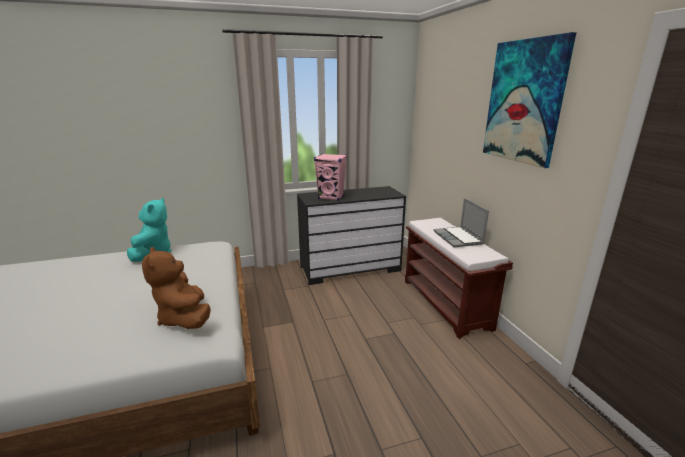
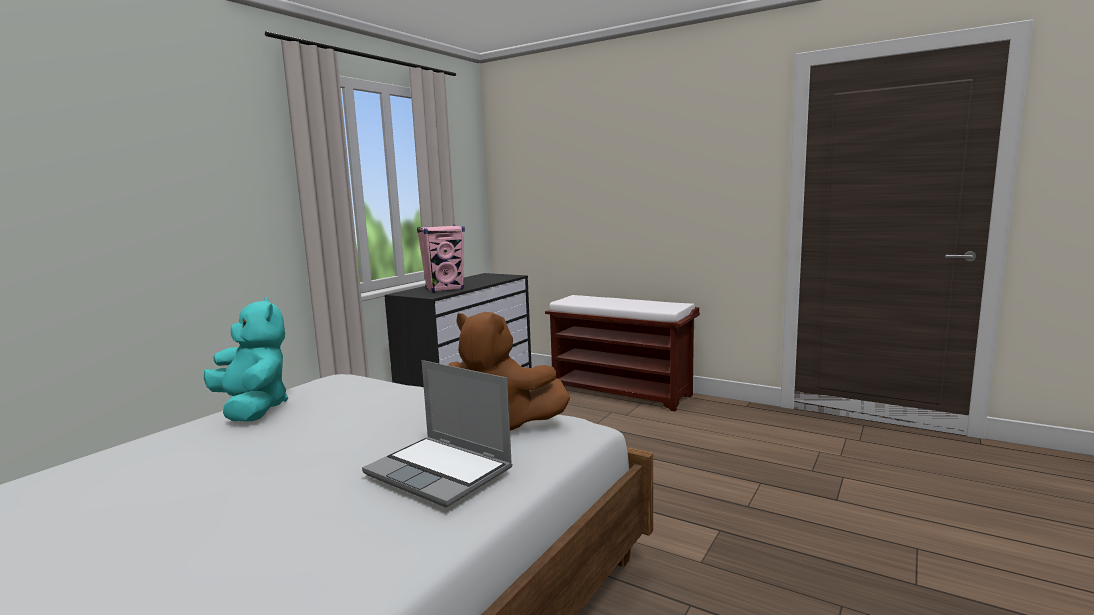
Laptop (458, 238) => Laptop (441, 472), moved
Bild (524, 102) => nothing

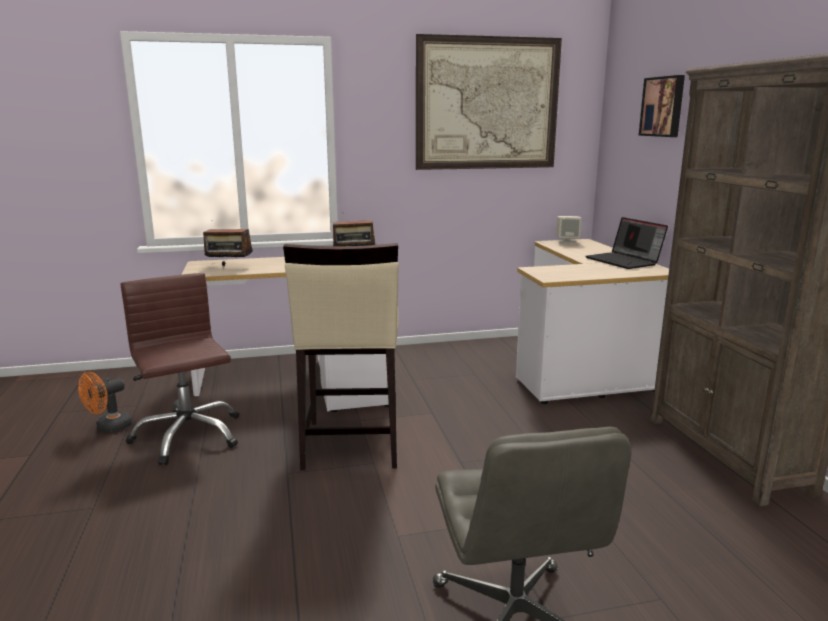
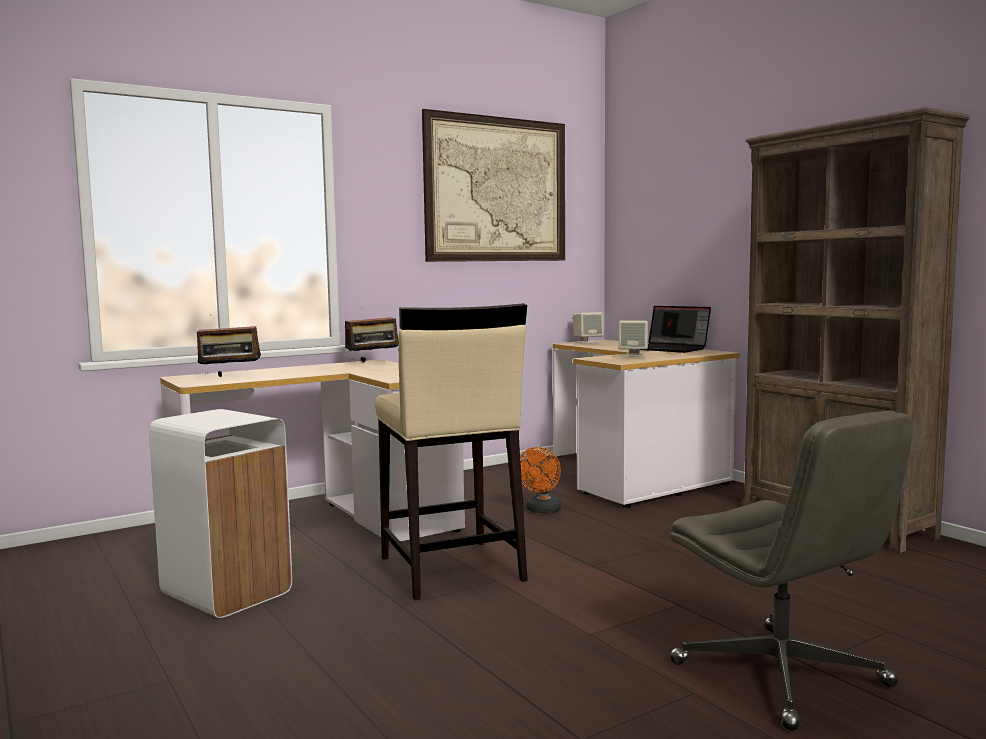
Ventilator/orange (109, 428) => Ventilator/orange (542, 510), moved
Bürostuhl/braun (187, 436) => Mülleimer/weiß (227, 593)
Bild (663, 106) => nothing
nothing => Lautsprecher/beige (633, 355)

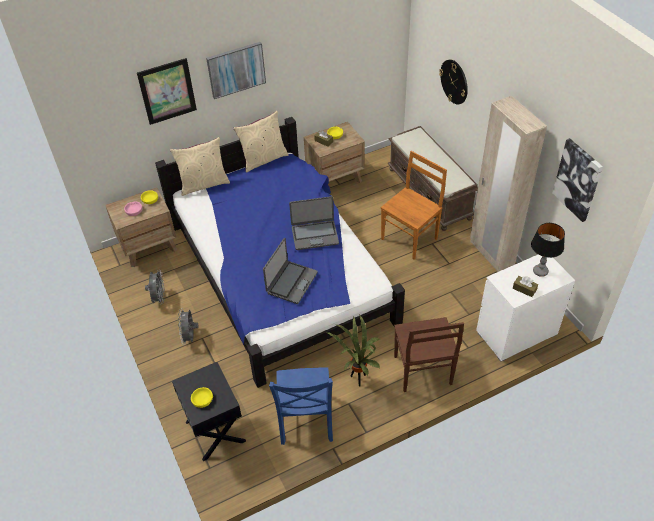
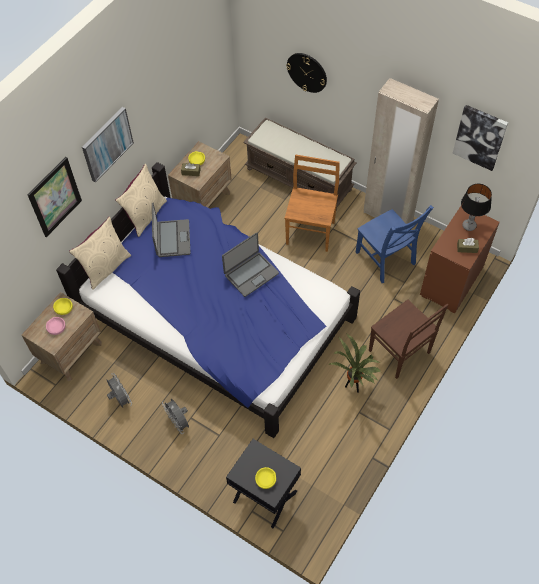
Laptop (291, 282) => Laptop (172, 239), moved
Stuhl/blau (305, 421) => Stuhl/blau (386, 260), moved
Kommode/weiß (516, 333) => Kommode/braun (451, 282)

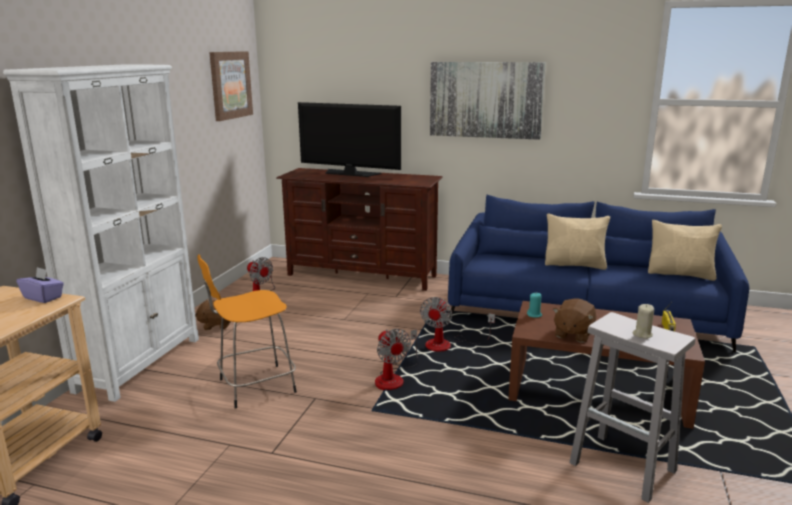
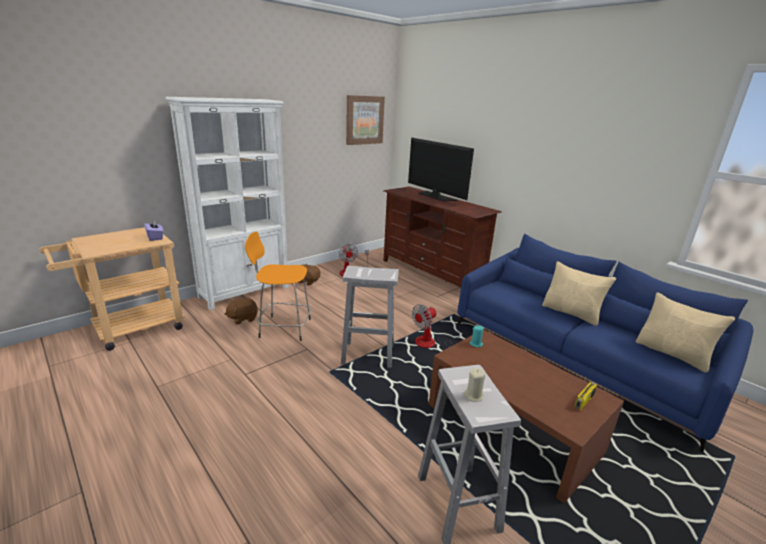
Ventilator (394, 378) => Hocker/weiß (369, 354)
Bild (485, 100) => nothing
Plüschtier/braun (573, 334) => Plüschtier/braun (243, 318), moved

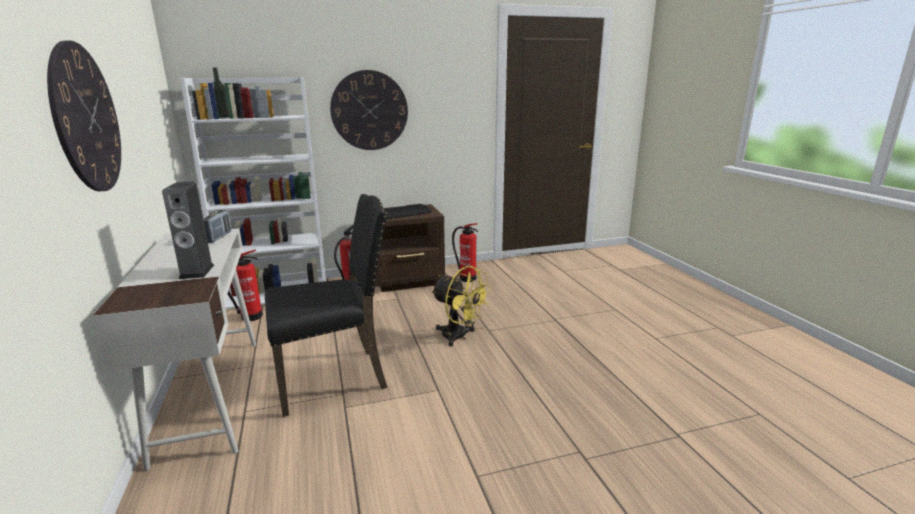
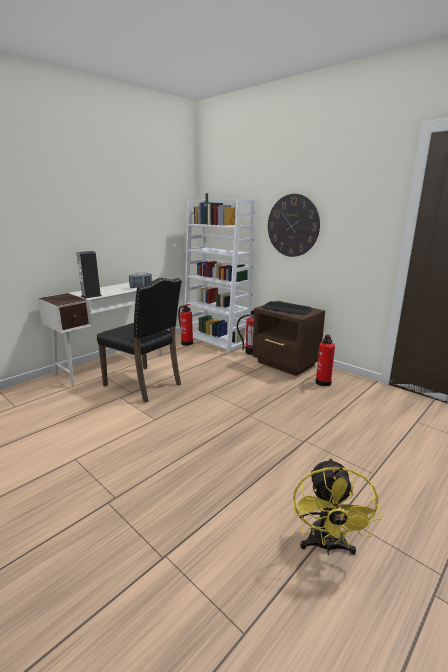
Wanduhr (86, 119) => nothing
Ventilator/gelb (459, 337) => Ventilator/gelb (327, 546), moved

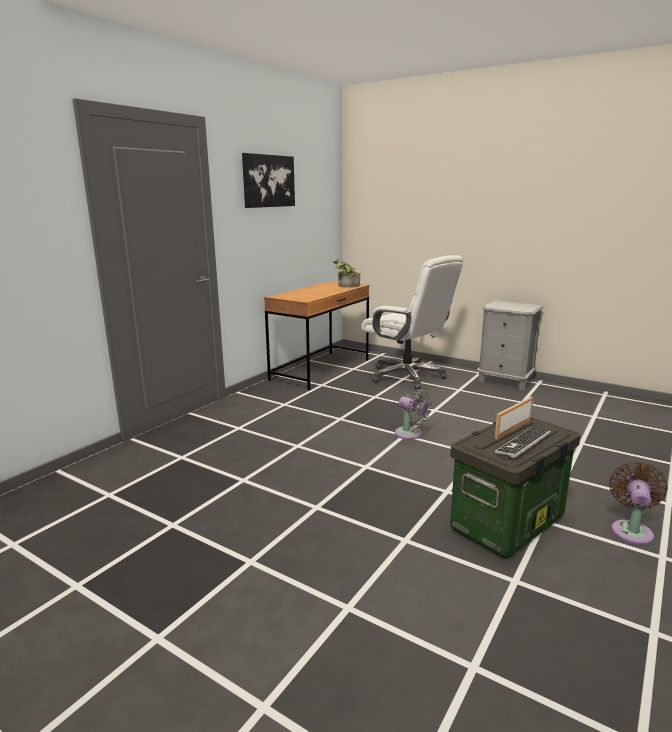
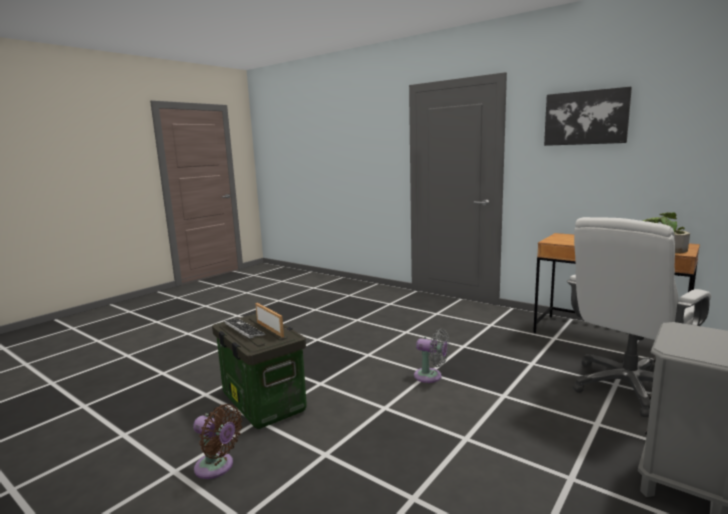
Ventilator/grau (411, 434) => Ventilator/grau (431, 376), 105 degrees counterclockwise

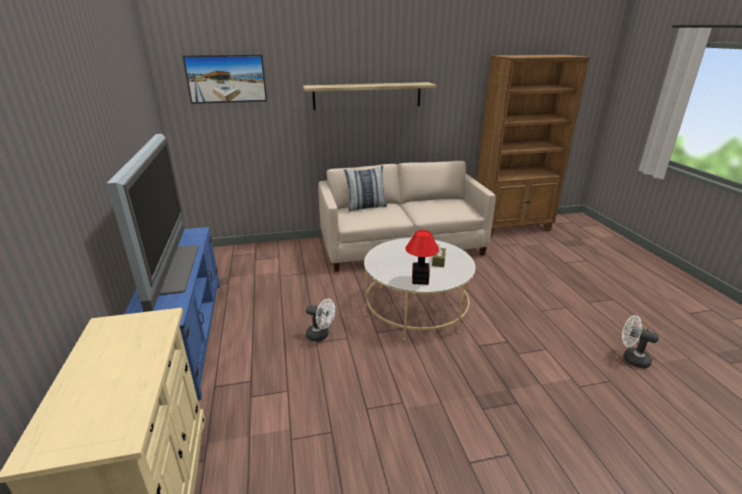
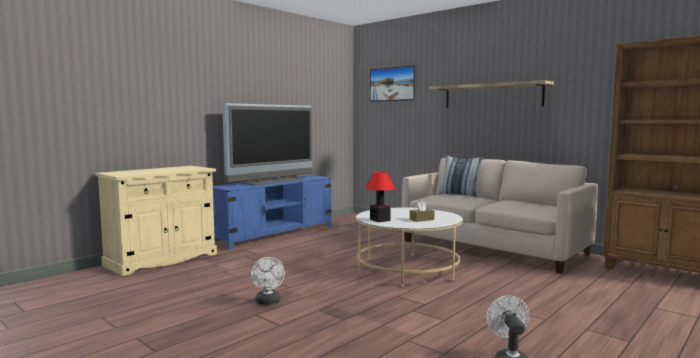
Ventilator/weiß (321, 335) => Ventilator/weiß (268, 302), moved

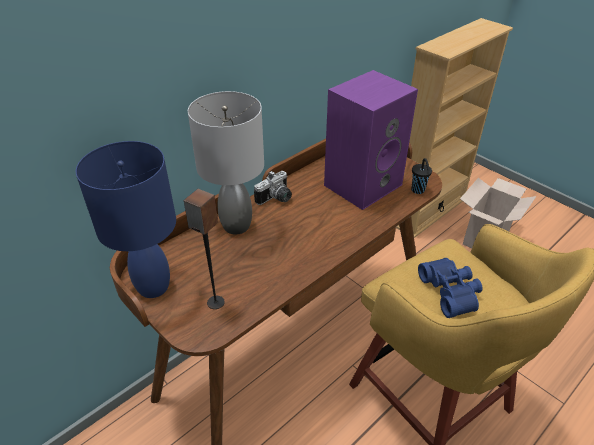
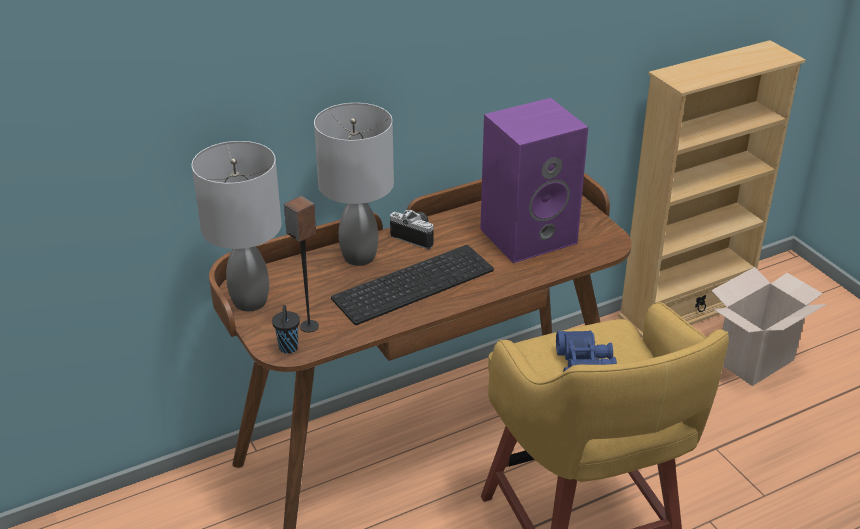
Tischlampe/blau (153, 286) => Tischlampe/grau (250, 300)
Kamera (276, 199) => Kamera (416, 236), 120 degrees counterclockwise
Tasse/schwarz (418, 190) => Tasse/schwarz (288, 348), moved
nothing => Tastatur (413, 282)

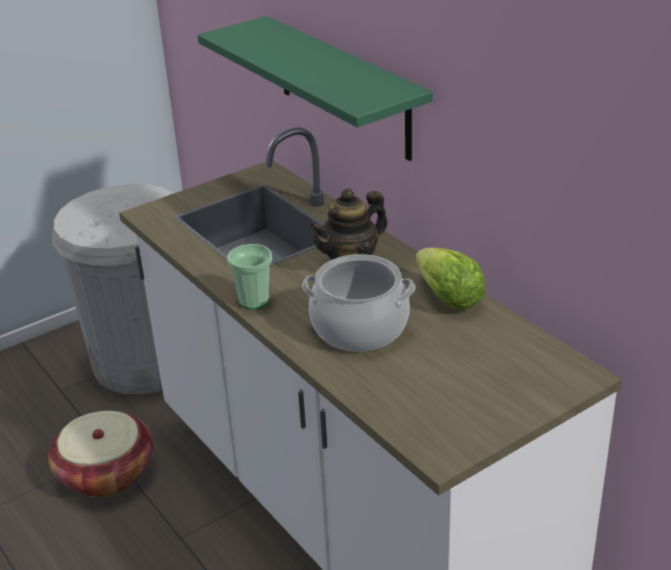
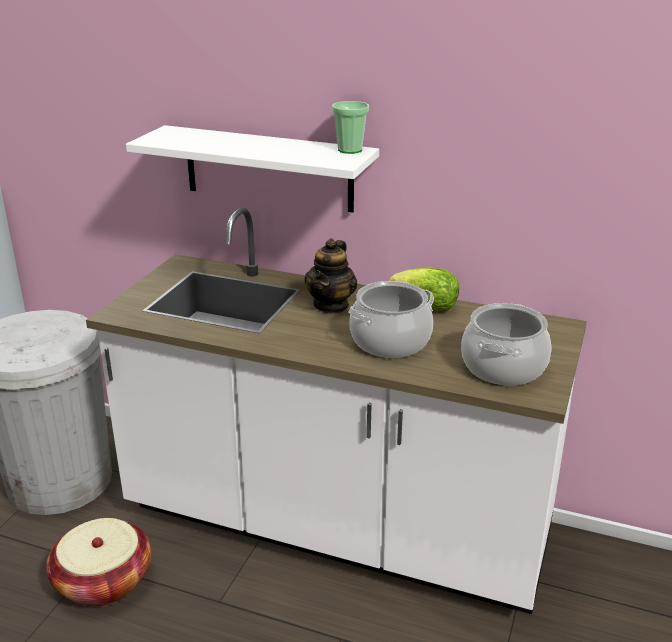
Wandregal/grün (343, 87) => Wandregal/weiß (268, 168)
Tasse (254, 301) => Tasse (350, 150), moved
nothing => Kochtopf (503, 367)

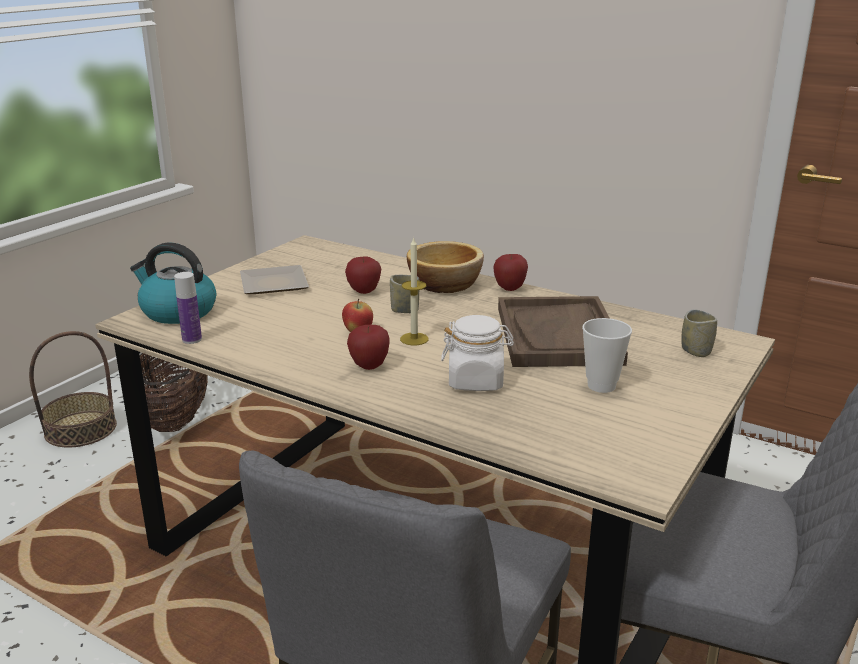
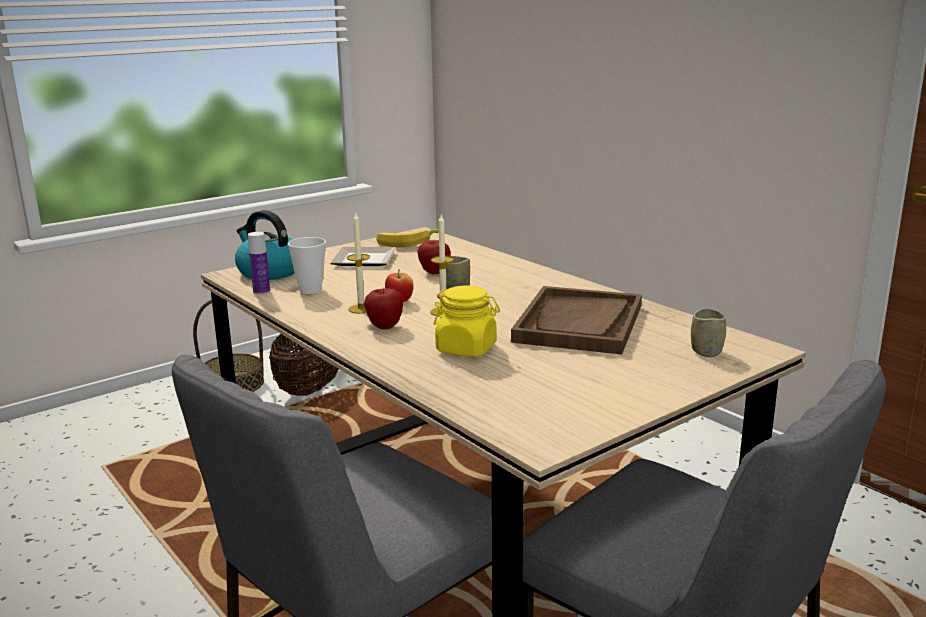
Schüssel (445, 284) => nothing
Vorratsglas/weiß (476, 381) => Vorratsglas/gelb (466, 349)
Apfel (509, 288) => nothing
Tasse (601, 386) => Tasse (310, 290), moved
nothing => Kerze (361, 309)
nothing => Banane (406, 243)

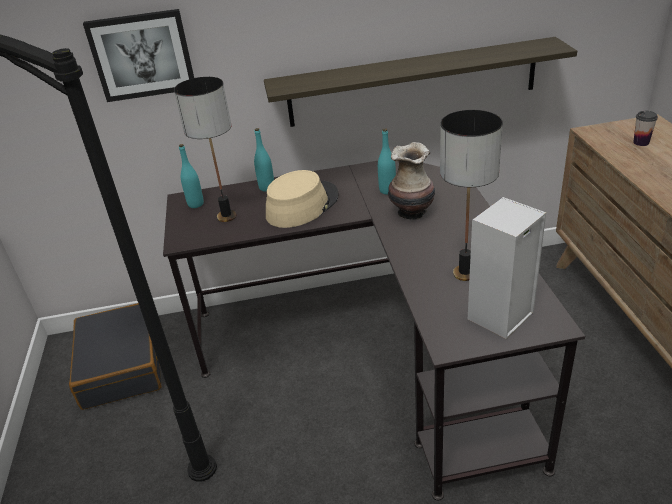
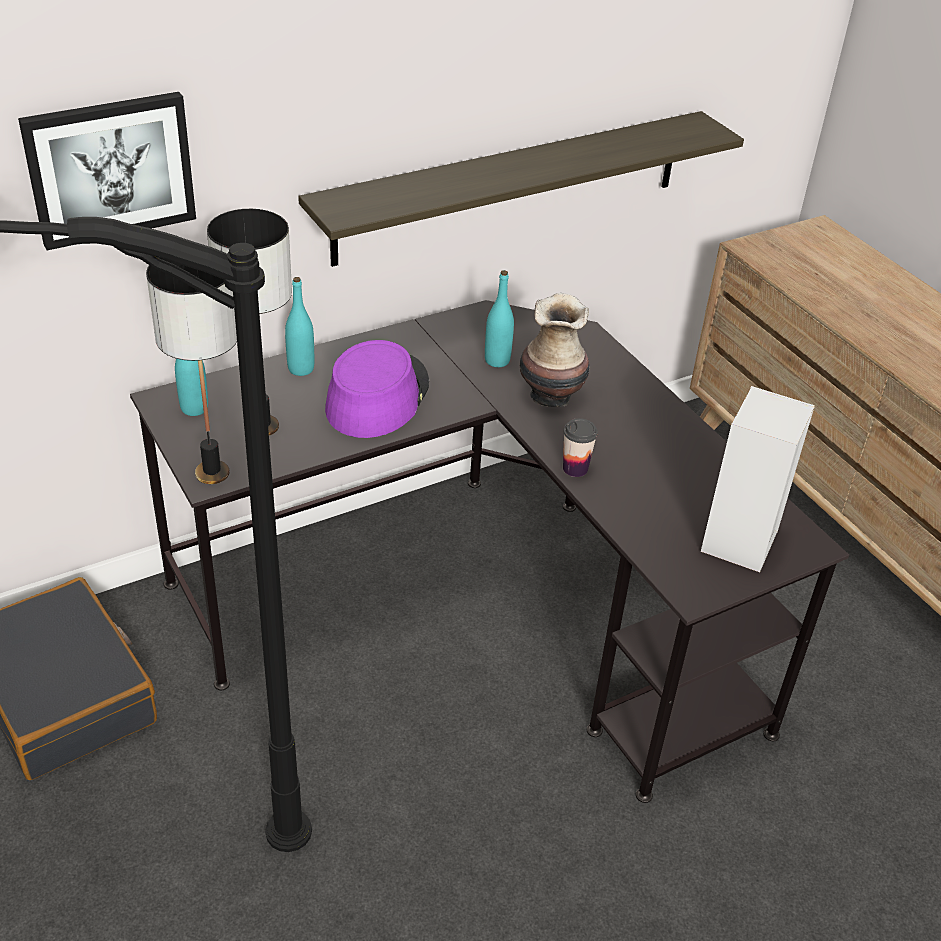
Hut/beige (302, 205) => Hut/lila (377, 396)
Tischlampe (465, 273) => Tischlampe (213, 473), moved
Tasse (641, 142) => Tasse (575, 468), moved

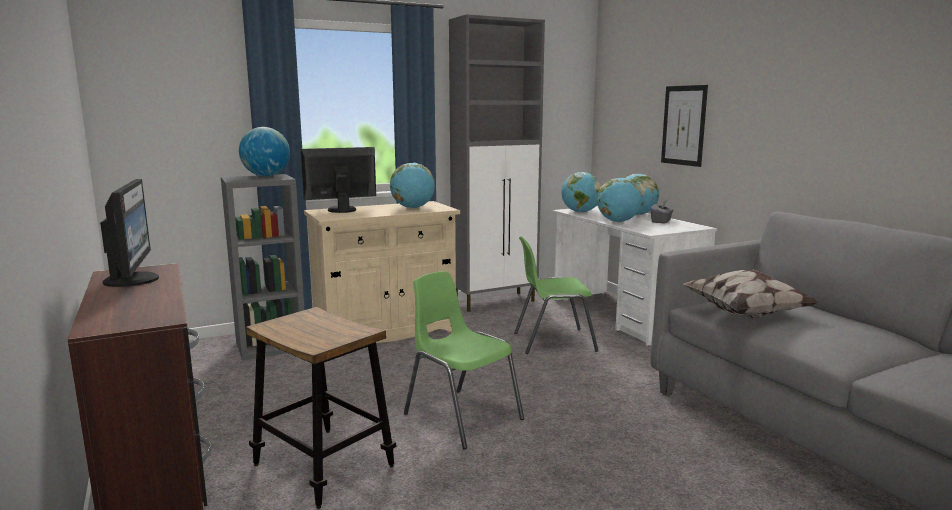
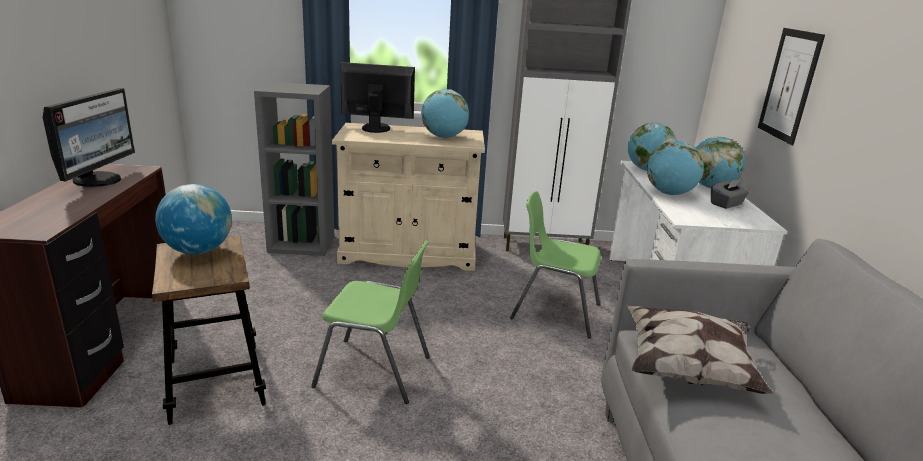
Globus (266, 176) => Globus (198, 250), moved
Stuhl/grün (461, 416) => Stuhl/grün (375, 372), 120 degrees clockwise

